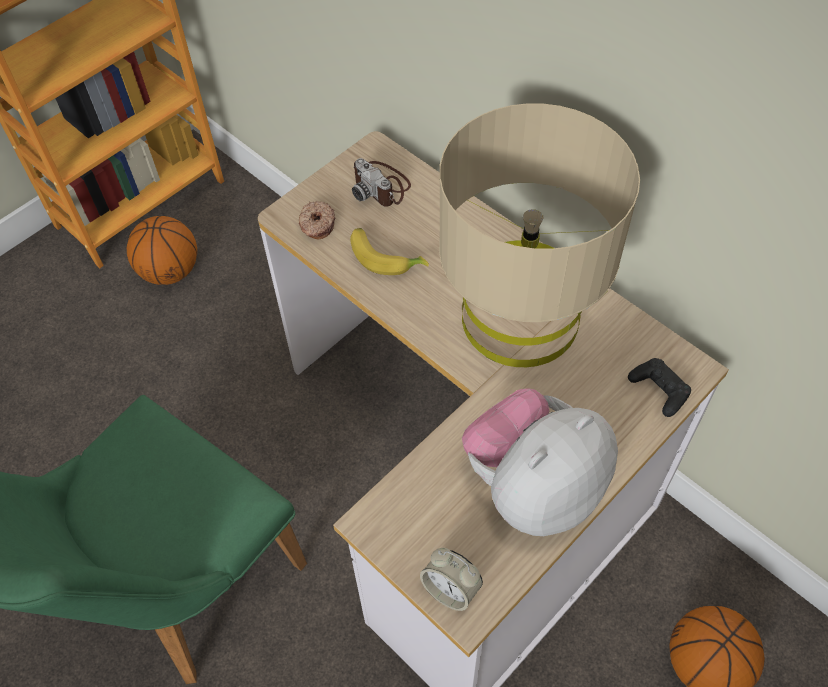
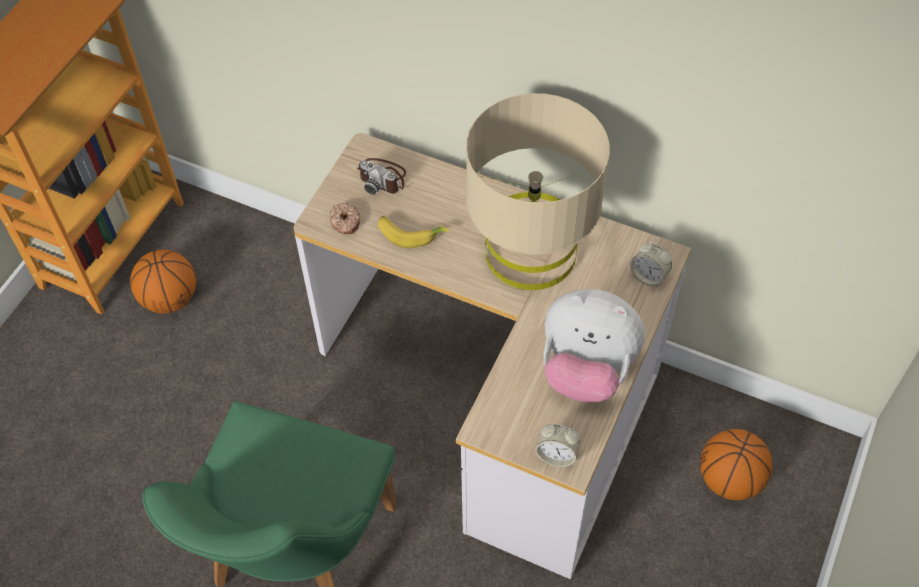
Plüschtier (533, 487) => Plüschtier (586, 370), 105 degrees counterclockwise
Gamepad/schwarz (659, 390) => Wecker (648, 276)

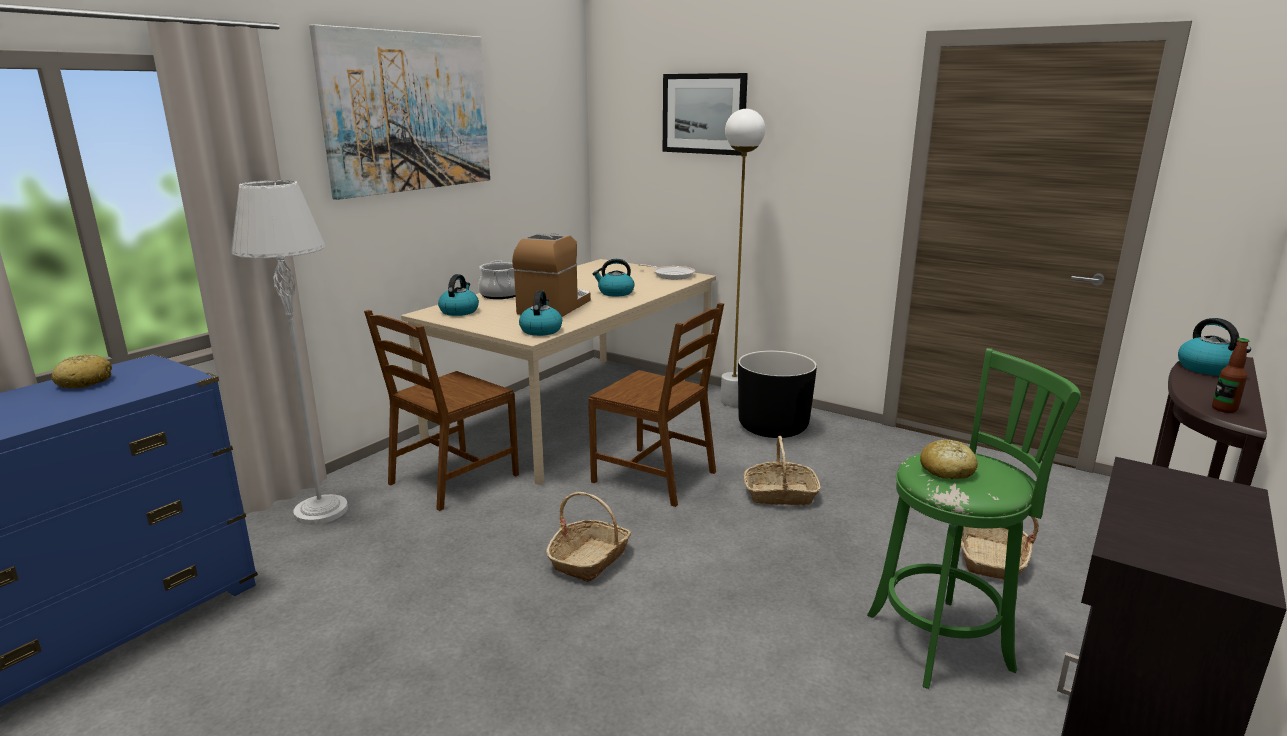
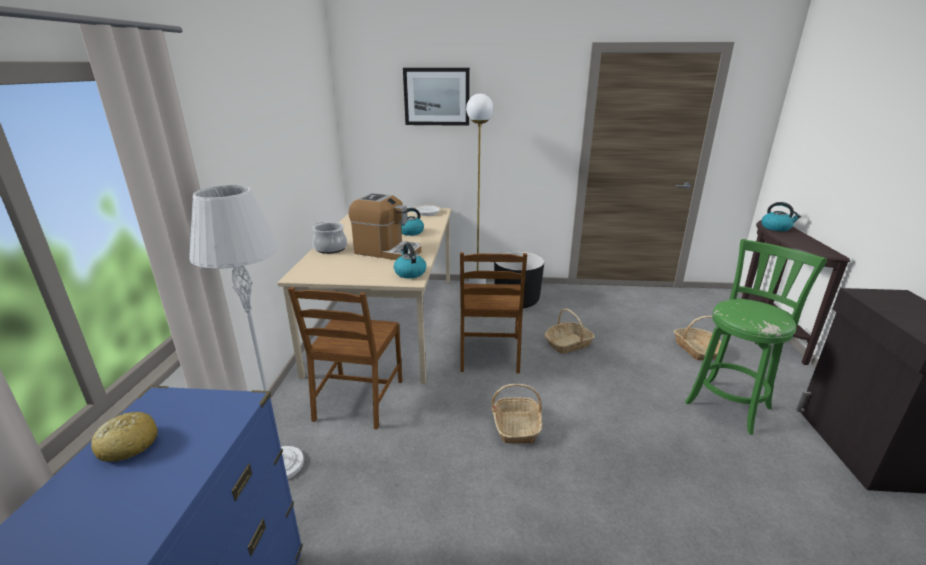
Bild (409, 112) => nothing
Wasserkessel (459, 311) => nothing
Kaffeemaschine (554, 307) => Kaffeemaschine (387, 251), 120 degrees clockwise
Stuhl/braun (656, 476) => Stuhl/braun (490, 353), 90 degrees clockwise
Brot (947, 470) => nothing
Flasche (1224, 409) => nothing

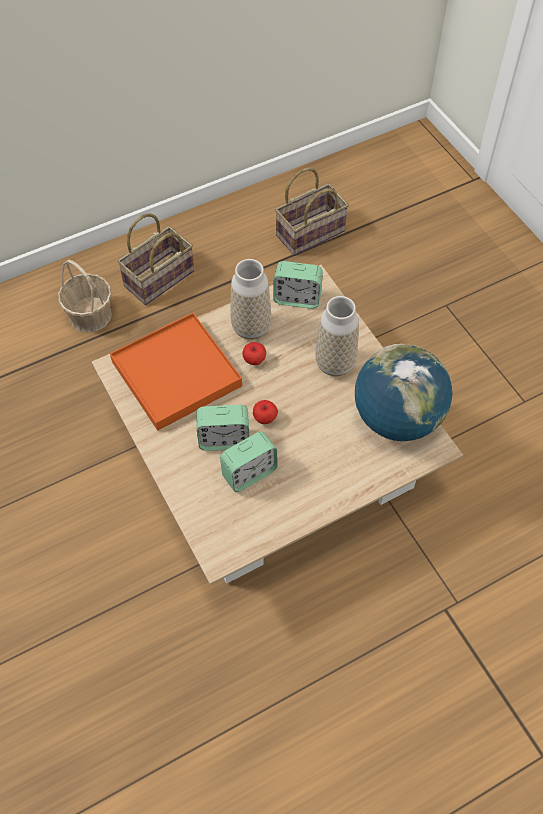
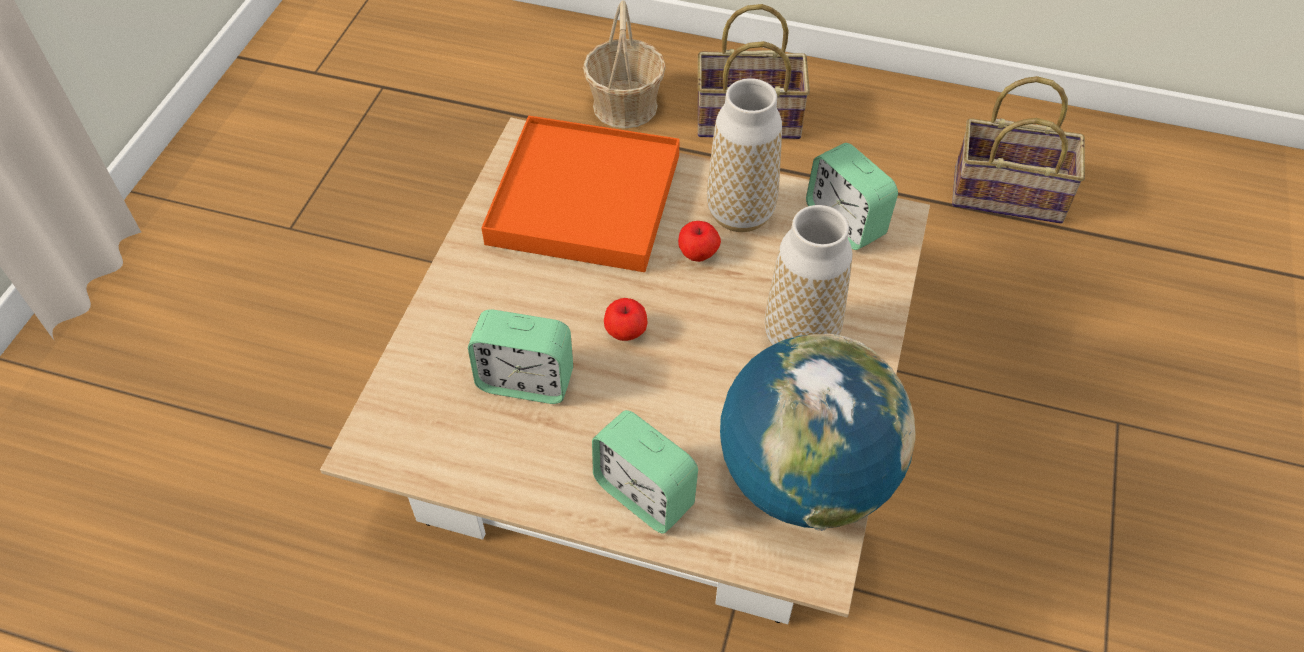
Wecker (224, 439) => Wecker (644, 494), moved

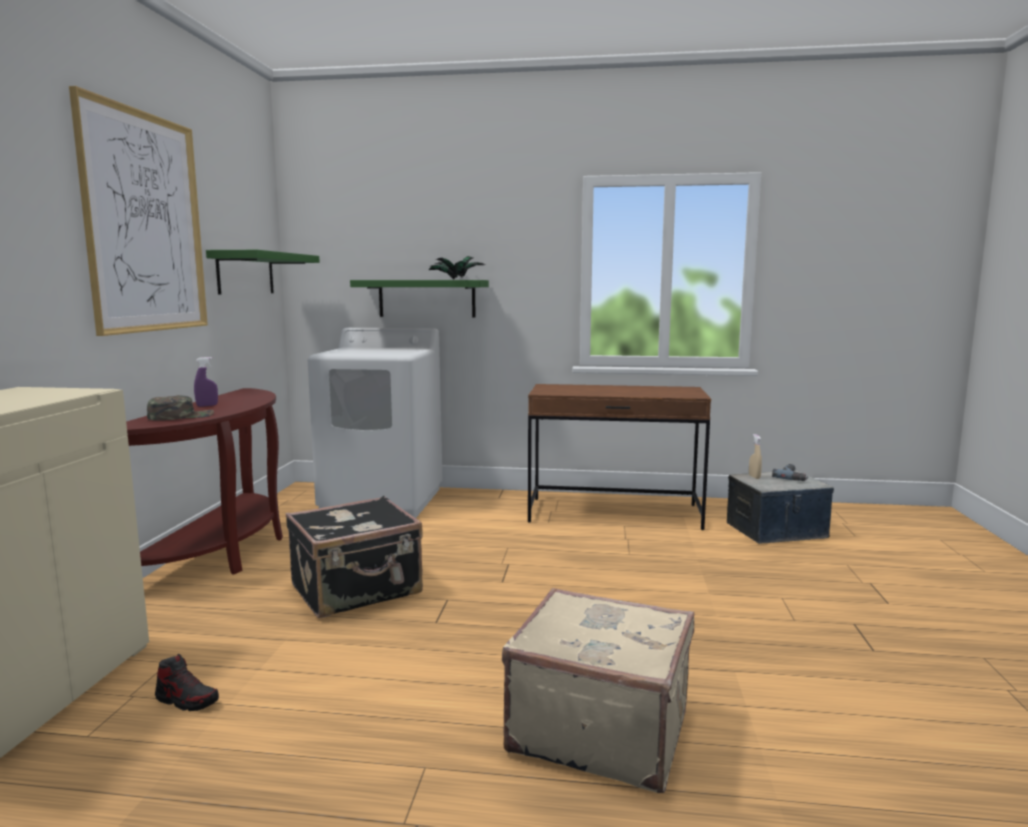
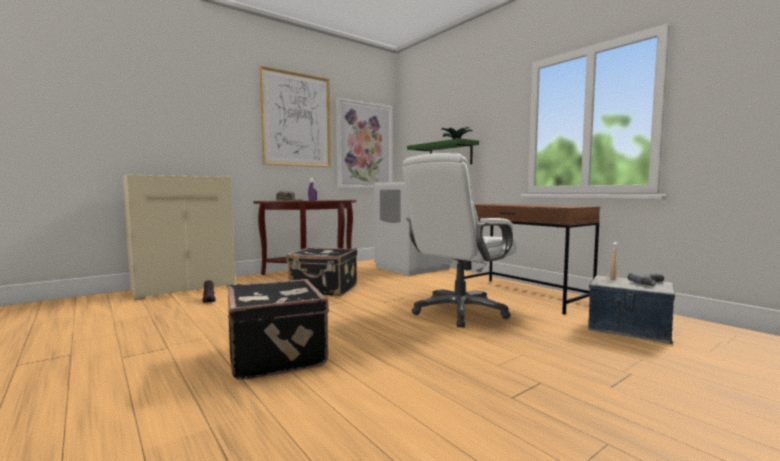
Wandregal/grün (245, 273) => Bild (364, 145)
Koffer/beige (600, 728) => Koffer/schwarz (278, 354)
nothing => Bürostuhl/weiß (459, 312)

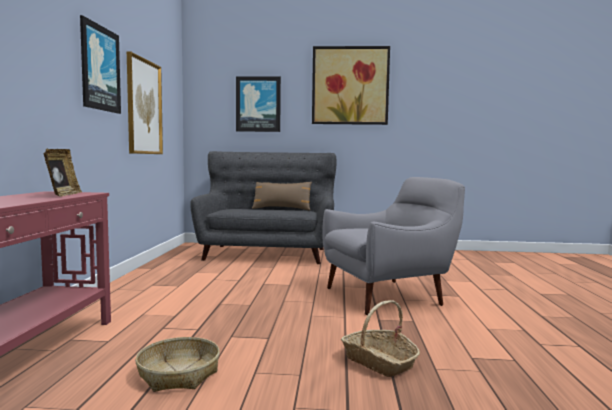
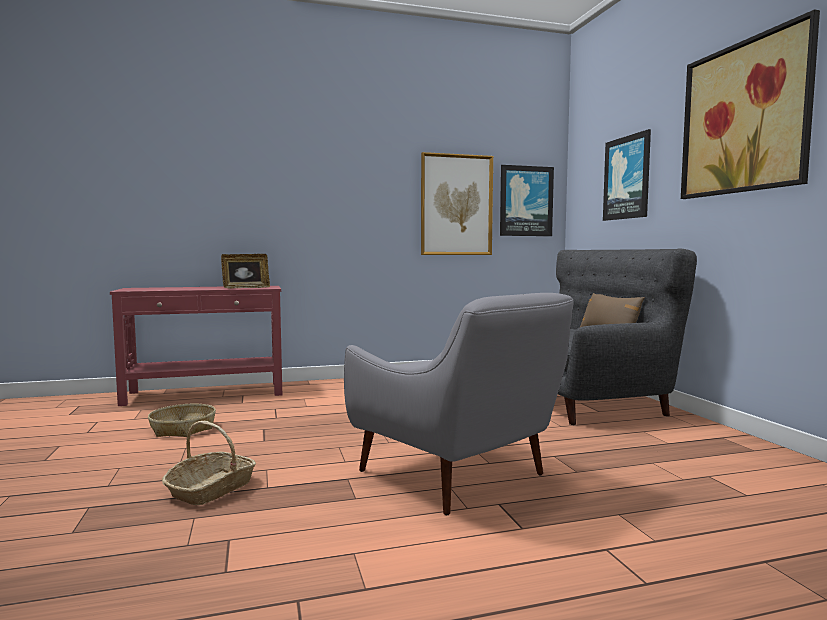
Bild (99, 68) => Bild (526, 201), moved

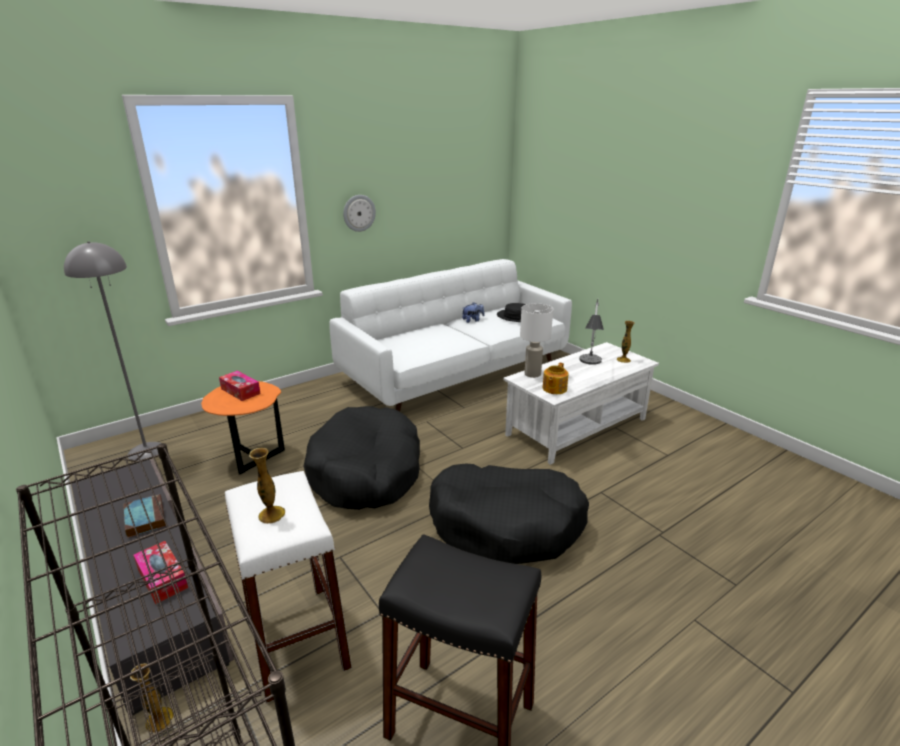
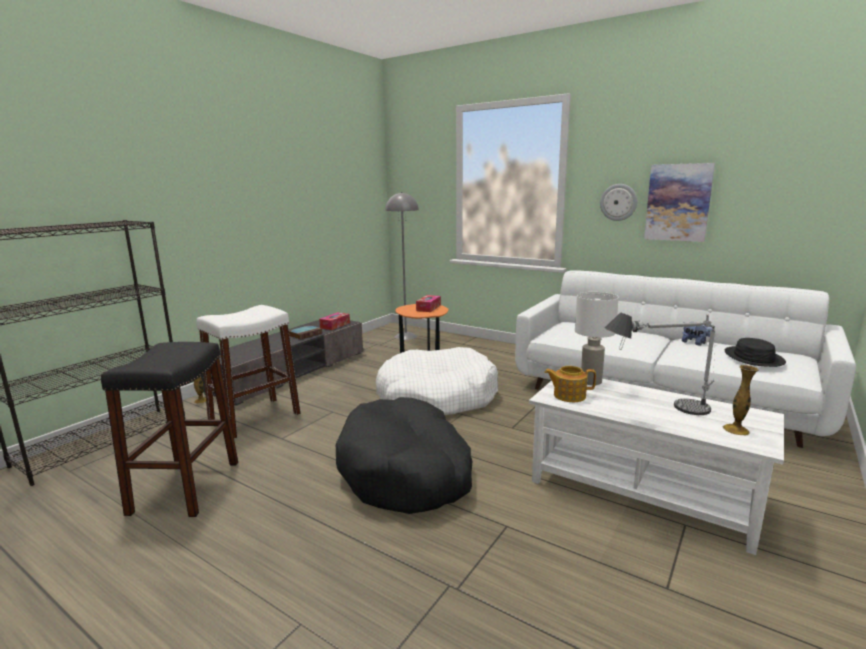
Taschentuchbox (162, 578) => Taschentuchbox (335, 325), moved
Vase (271, 514) => nothing
Hundebett/schwarz (366, 472) => Hundebett/weiß (436, 397)
nothing => Bild (678, 202)

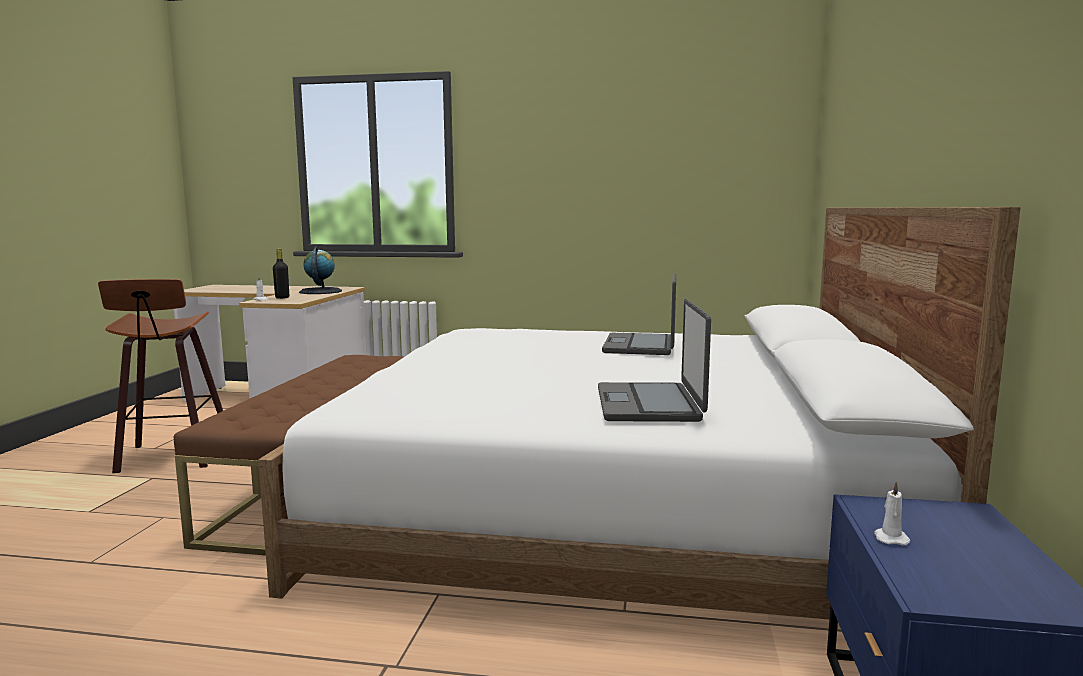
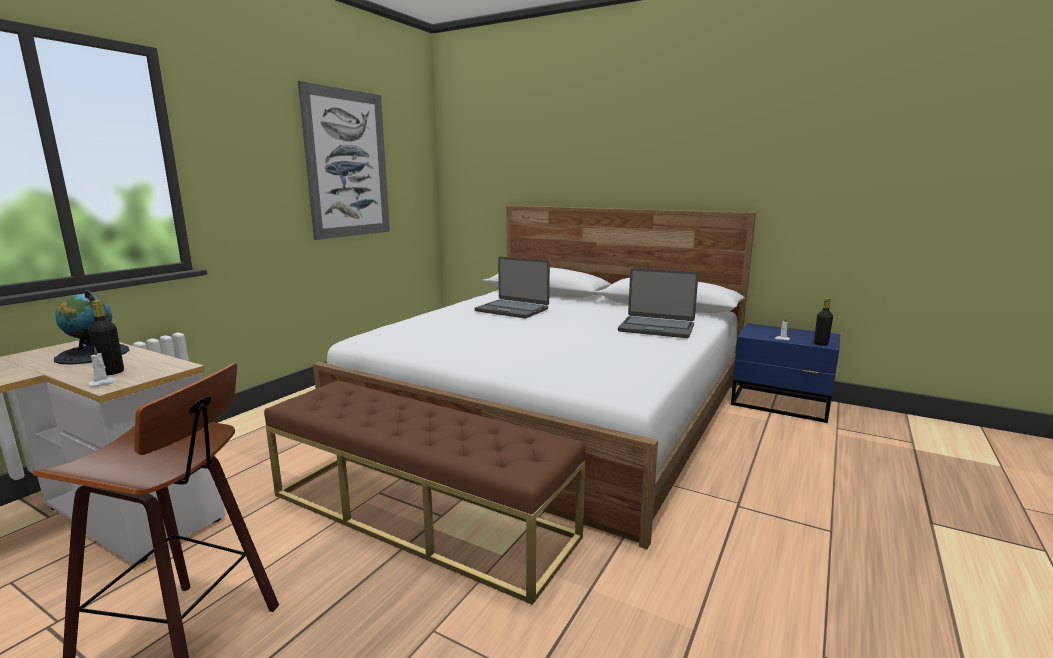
nothing => Bild (347, 164)
nothing => Flasche/schwarz (820, 344)

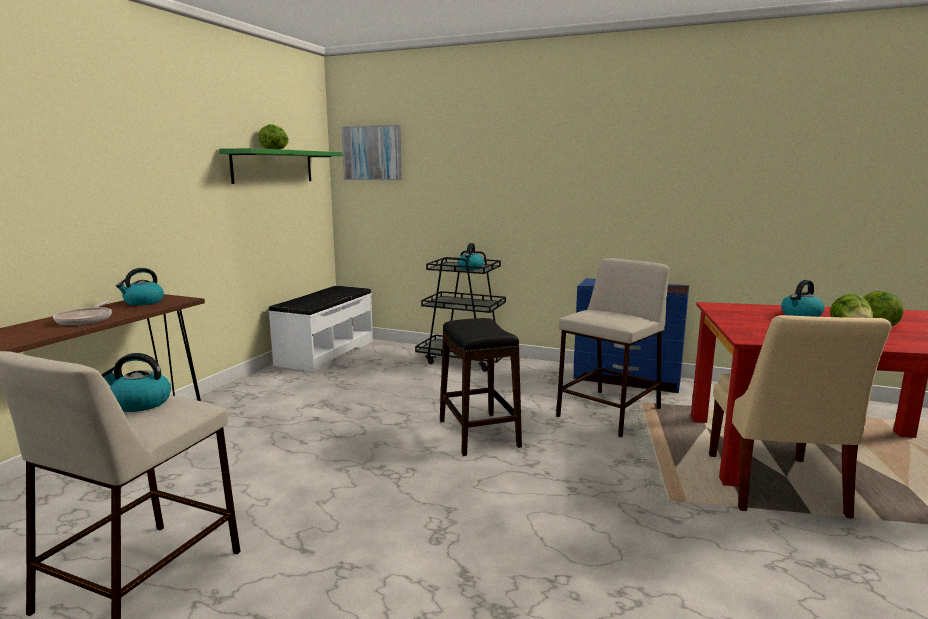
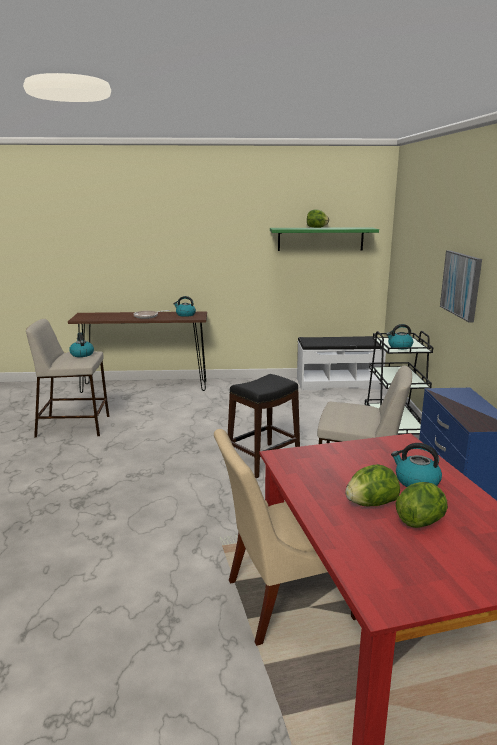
Bild (372, 153) => Bild (461, 284), moved

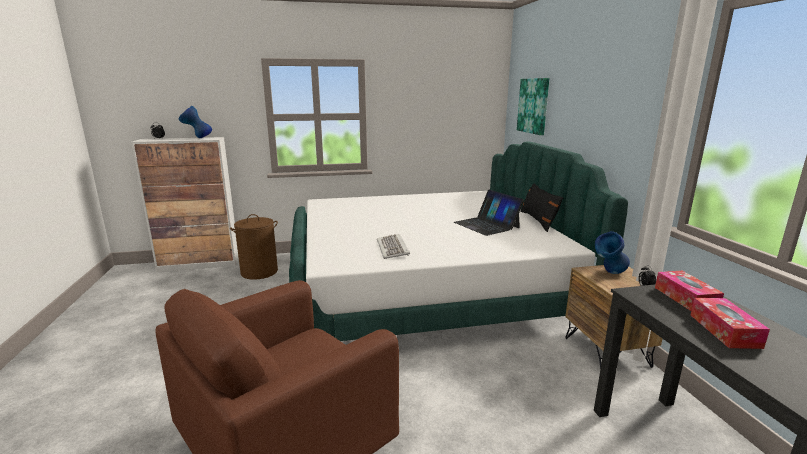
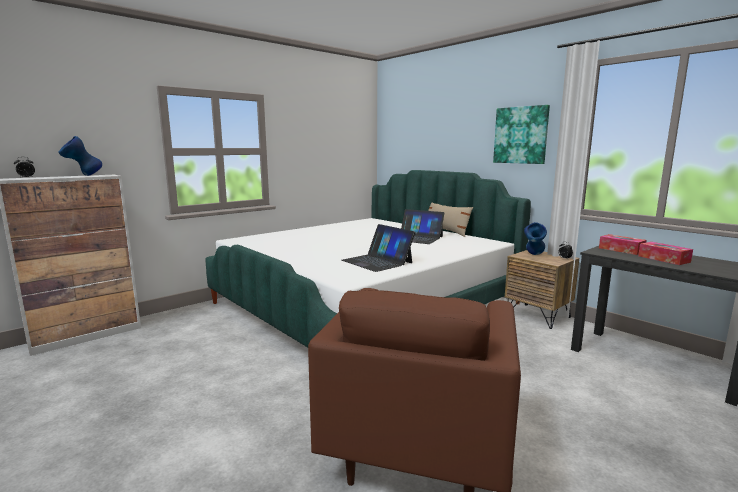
Wäschekorb/braun (259, 272) => nothing
Tastatur (393, 248) => Laptop (377, 261)
Bild (533, 106) => Bild (521, 135), moved
Kissen/schwarz (538, 221) => Kissen/beige (446, 231)

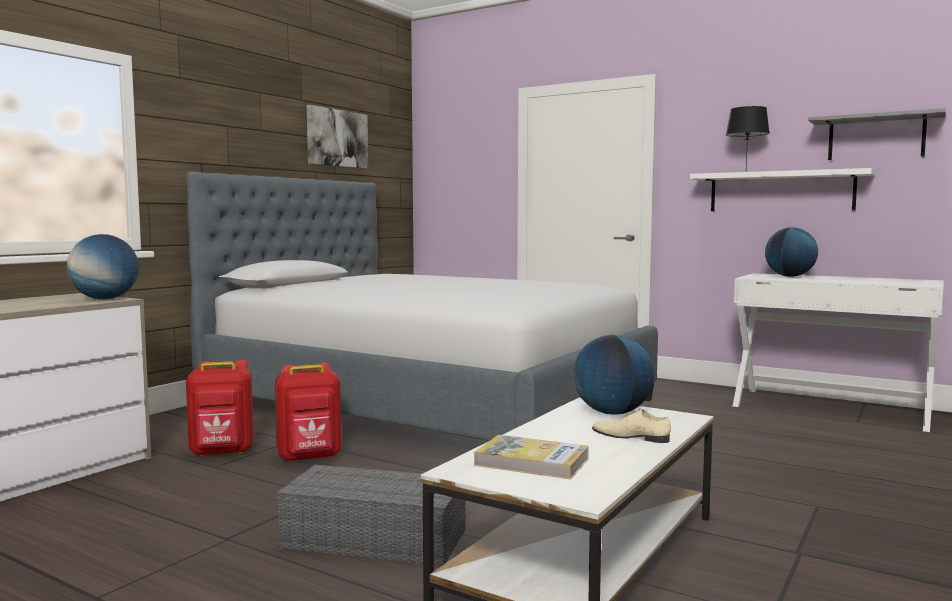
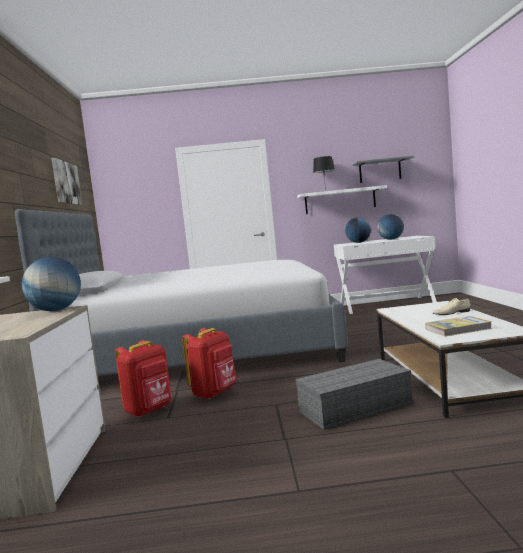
Globus (612, 413) => Globus (391, 239), moved

